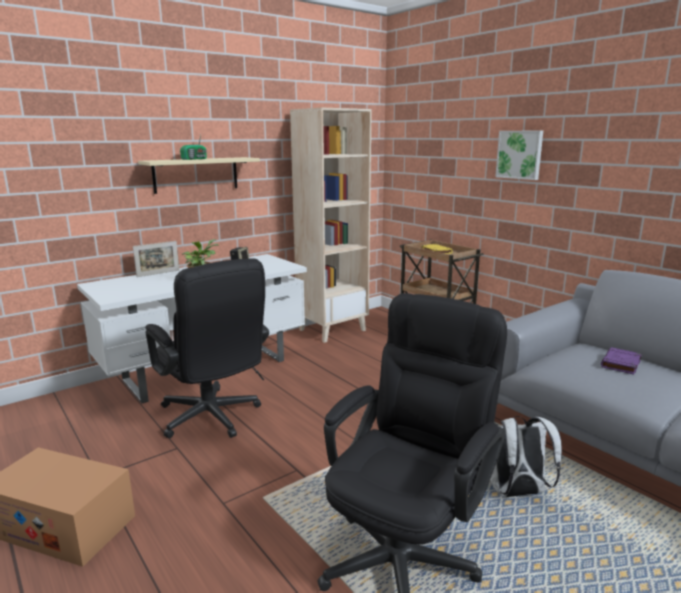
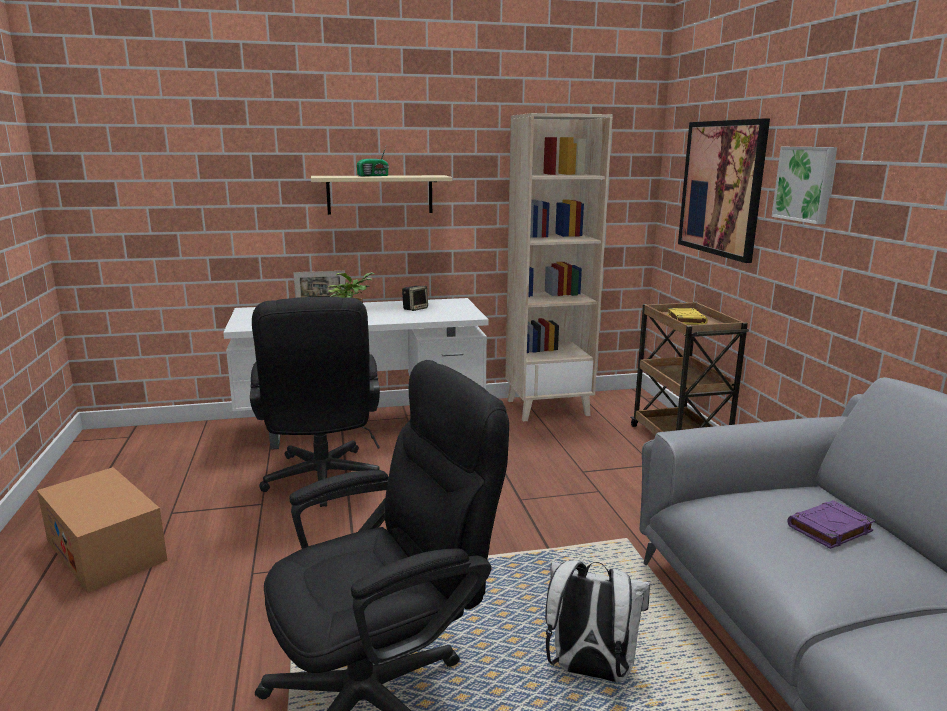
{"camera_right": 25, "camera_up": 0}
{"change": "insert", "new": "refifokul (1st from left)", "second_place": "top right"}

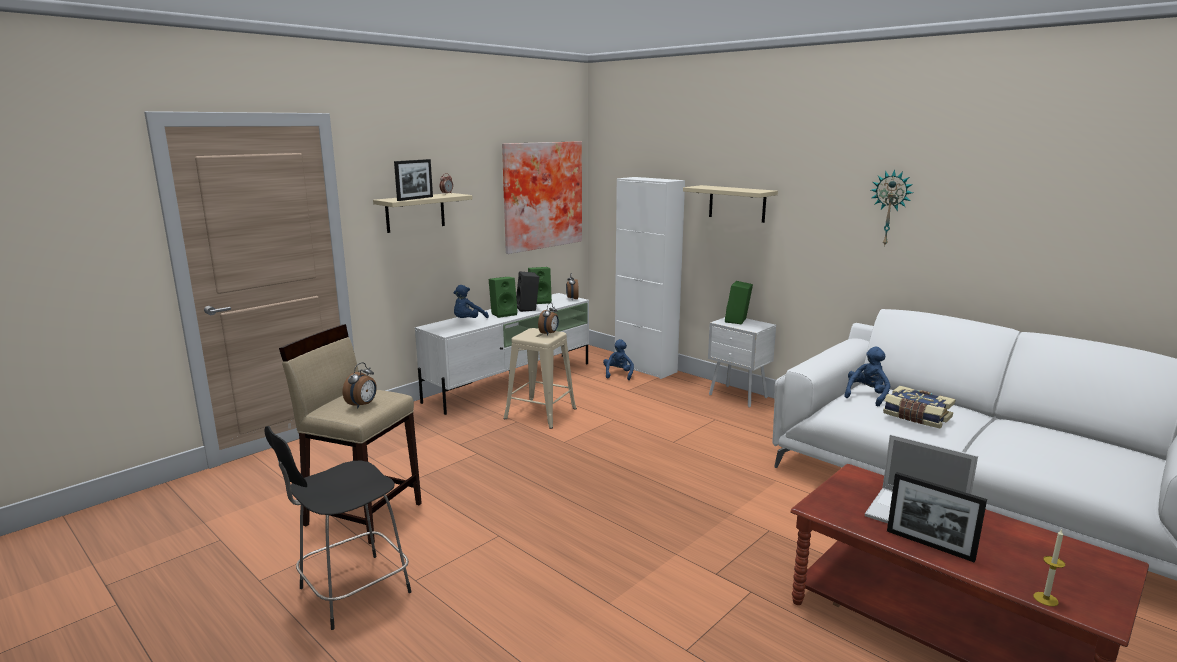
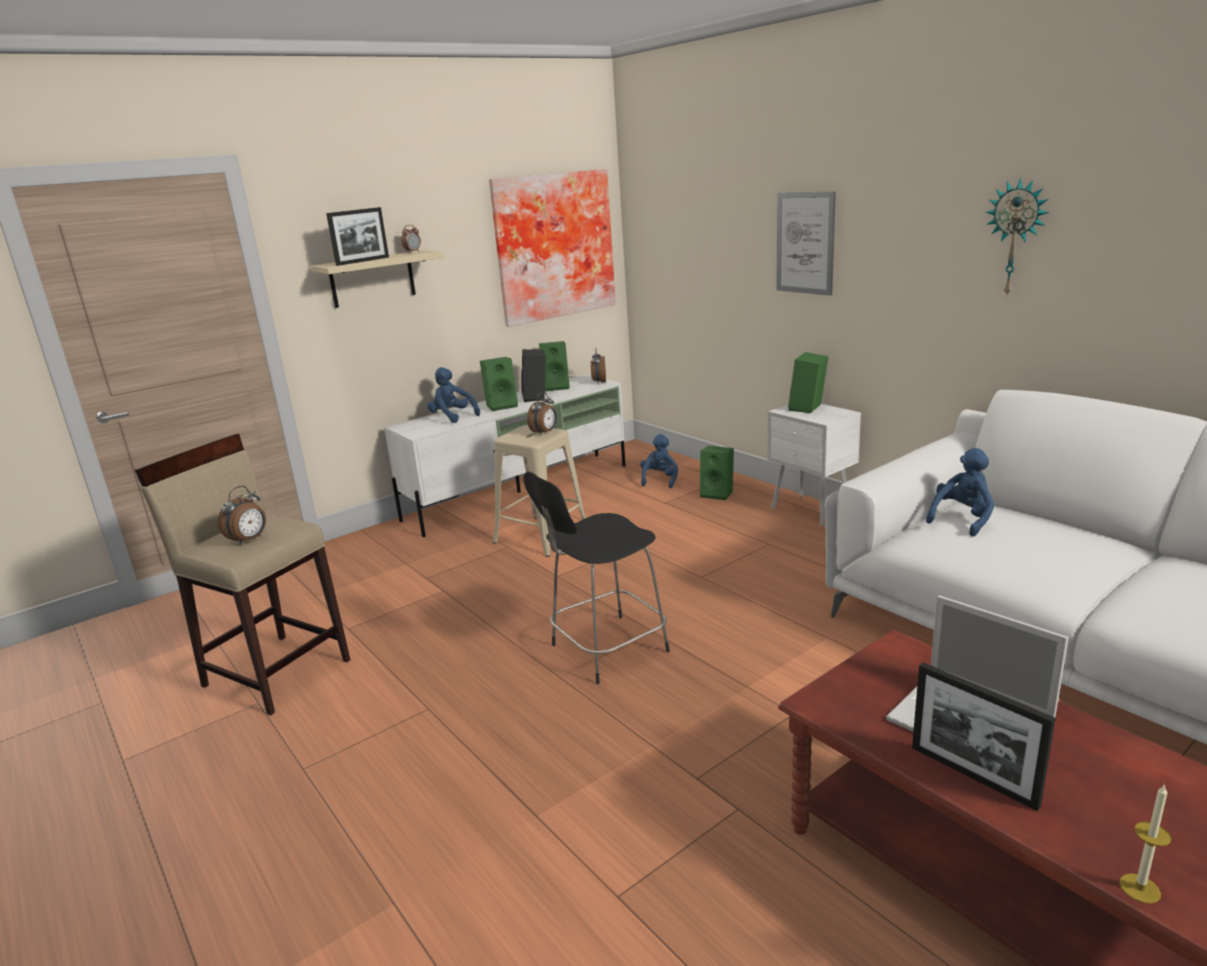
{"camera_right": 10, "camera_up": 5}
{"change": "move", "old": "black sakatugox", "first_place": "bottom left", "second_place": "centre"}
{"change": "rotate", "old": "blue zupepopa (1st from left)", "first_place": "centre", "second_place": "centre", "degrees": 90}
{"change": "delete", "old": "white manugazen", "first_place": "centre"}
{"change": "replace", "old": "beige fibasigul (2nd from left)", "new": "refifokul (2nd from left)", "first_place": "top centre", "second_place": "top right"}
{"change": "delete", "old": "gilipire", "first_place": "middle right"}
{"change": "insert", "new": "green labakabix (3rd from left)", "second_place": "centre"}

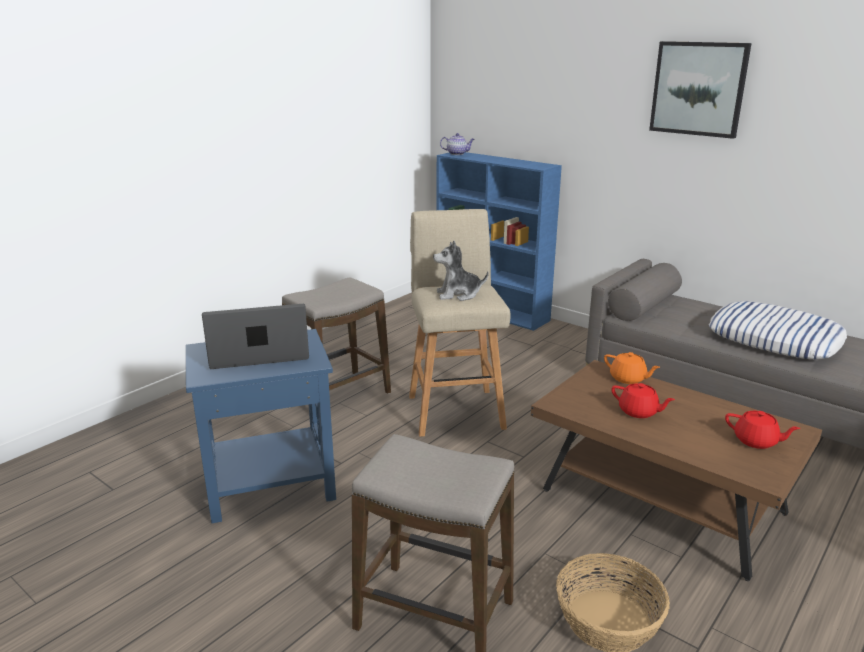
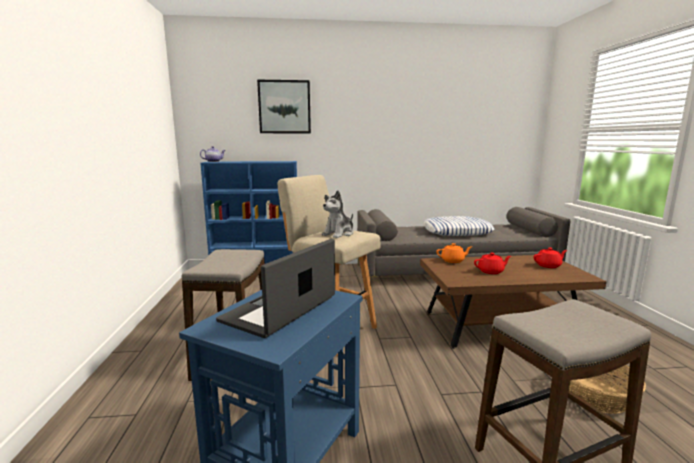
{"camera_right": -45, "camera_up": -10}
{"change": "move", "old": "refifokul", "first_place": "top right", "second_place": "top centre"}

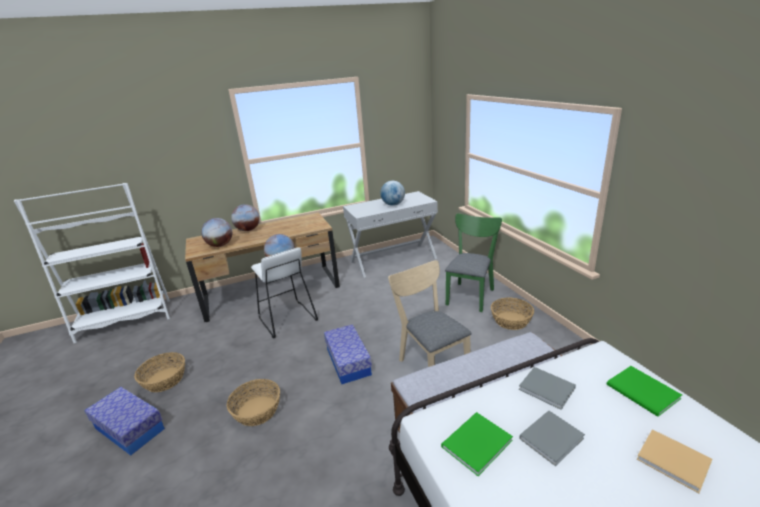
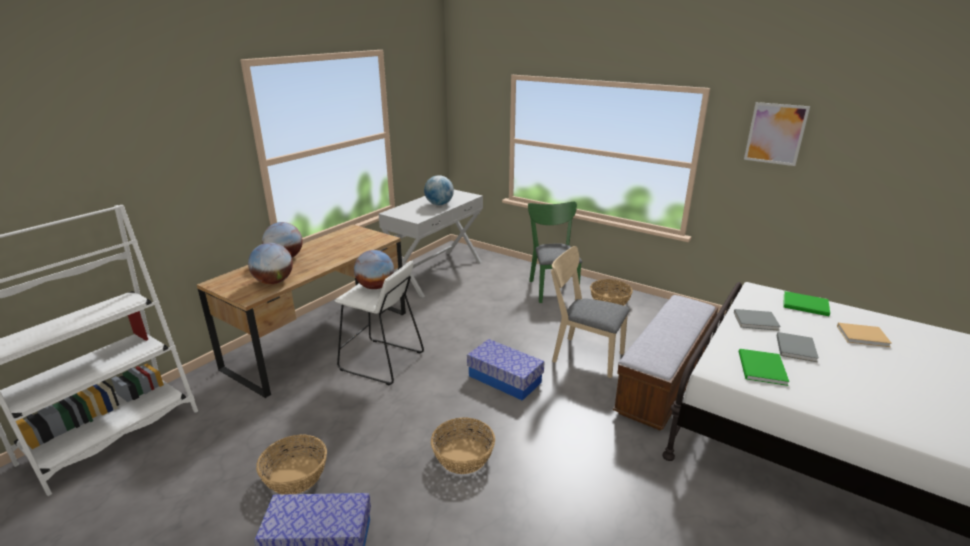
{"camera_right": -35, "camera_up": 0}
{"change": "insert", "new": "refifokul", "second_place": "top right"}

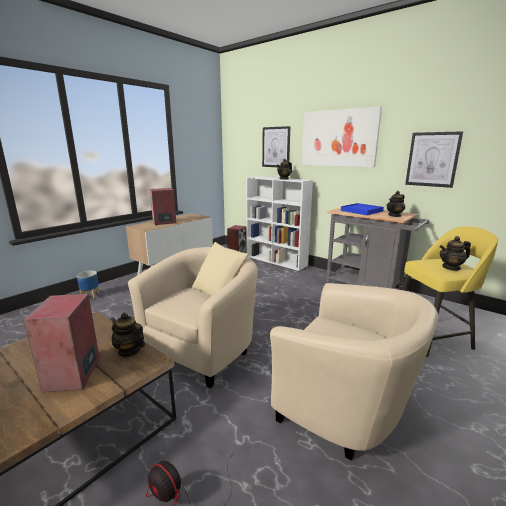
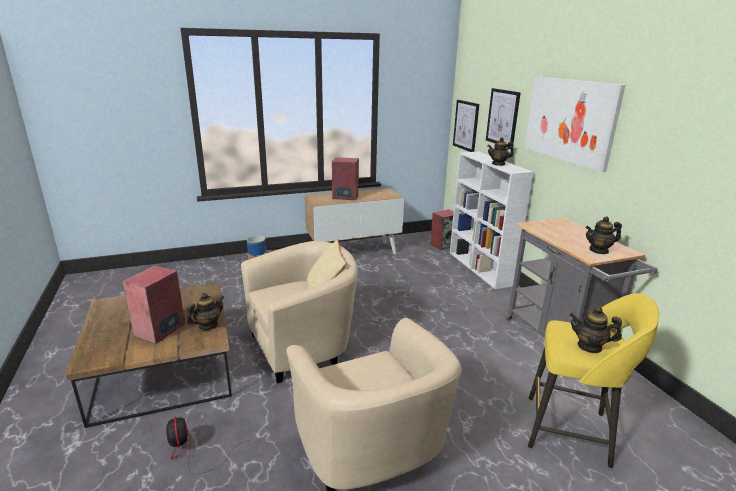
{"camera_right": 30, "camera_up": 5}
{"change": "rotate", "old": "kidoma (1st from left)", "first_place": "middle left", "second_place": "middle left", "degrees": 75}
{"change": "delete", "old": "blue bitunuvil", "first_place": "middle right"}
{"change": "move", "old": "refifokul (3rd from left in the first image)", "new": "refifokul (1st from left)", "first_place": "top right", "second_place": "top centre"}

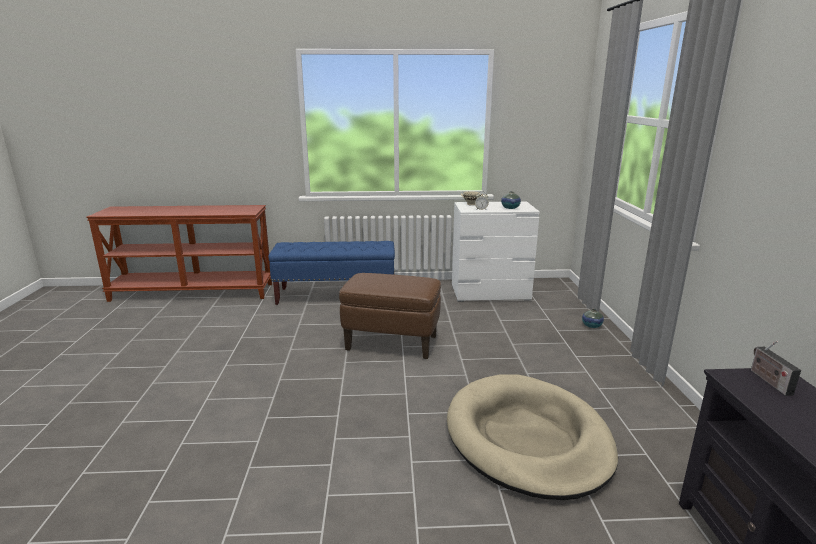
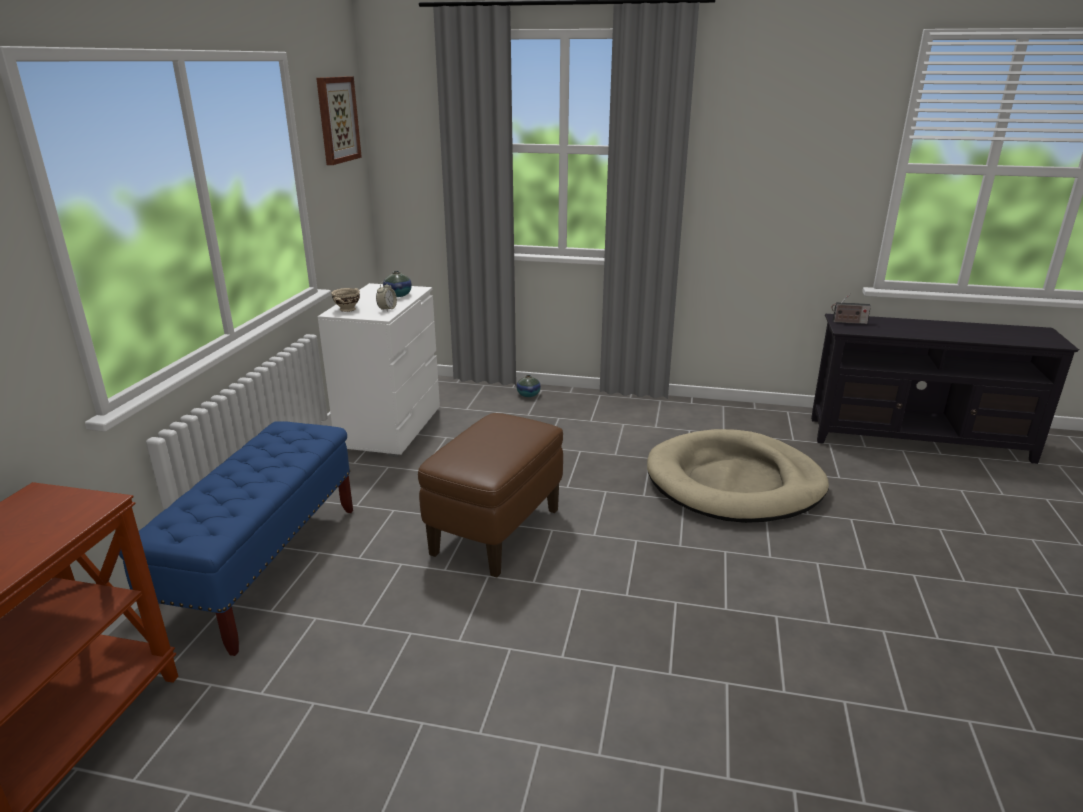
{"camera_right": -75, "camera_up": 5}
{"change": "insert", "new": "refifokul", "second_place": "top left"}

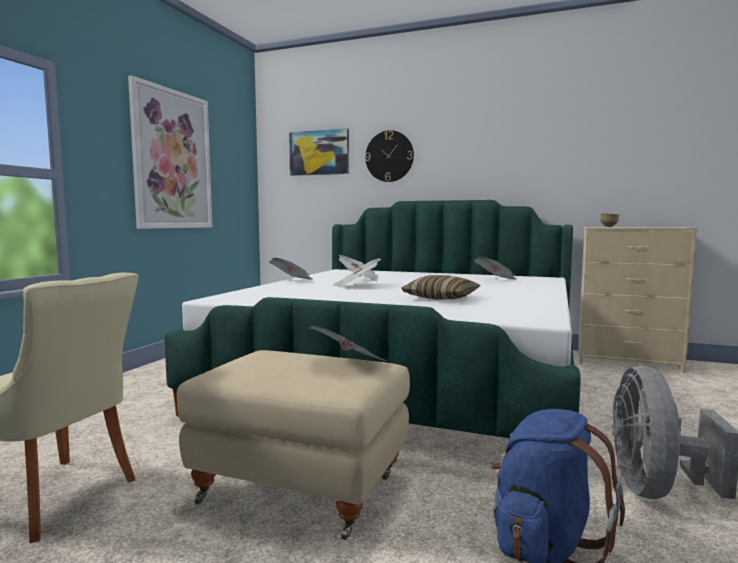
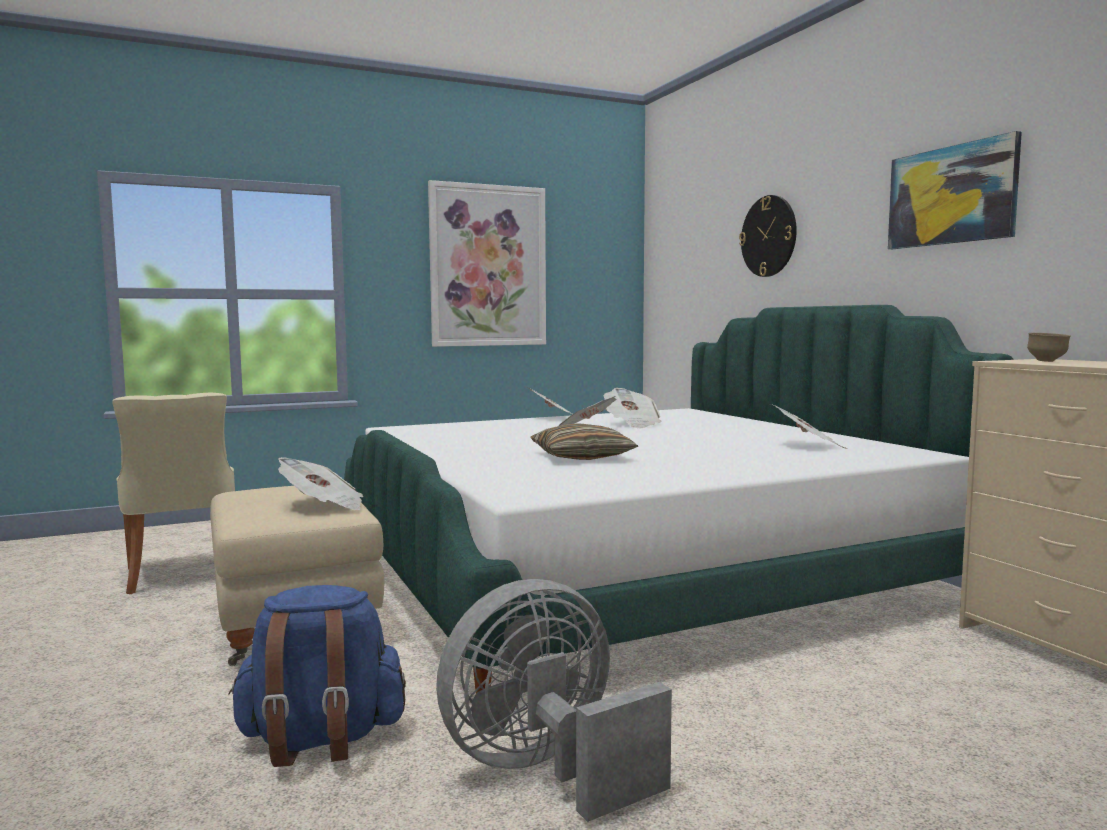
{"camera_right": 45, "camera_up": 0}
{"change": "move", "old": "refifokul (2nd from left)", "first_place": "top centre", "second_place": "top right"}

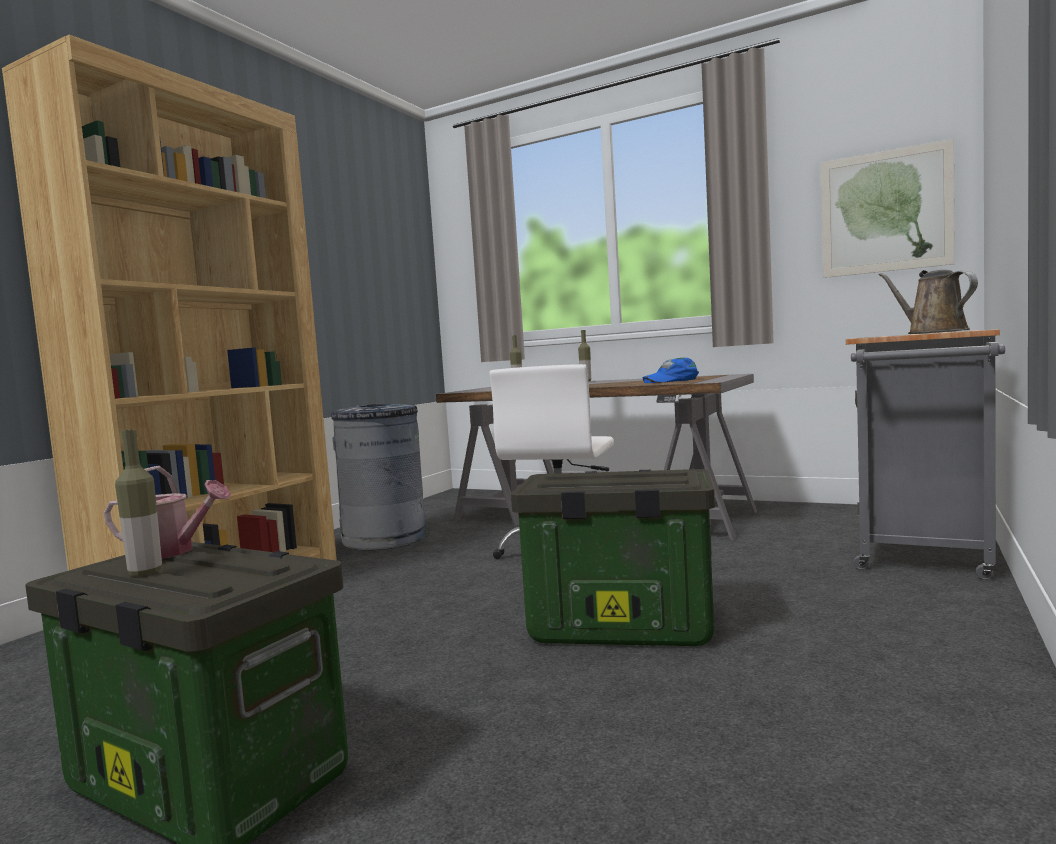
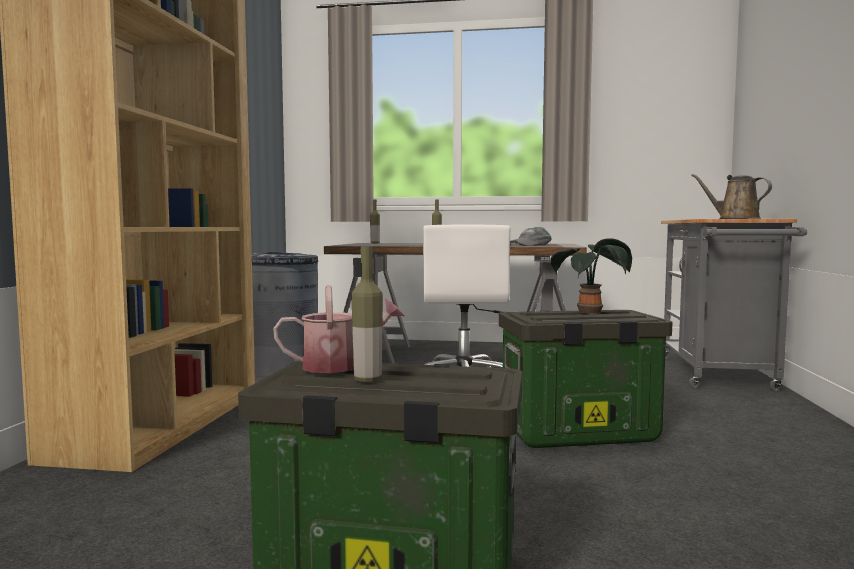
{"camera_right": -20, "camera_up": 0}
{"change": "recolor", "old": "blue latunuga", "new": "grey latunuga", "first_place": "centre", "second_place": "centre"}
{"change": "delete", "old": "refifokul", "first_place": "top right"}
{"change": "insert", "new": "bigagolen", "second_place": "middle right"}

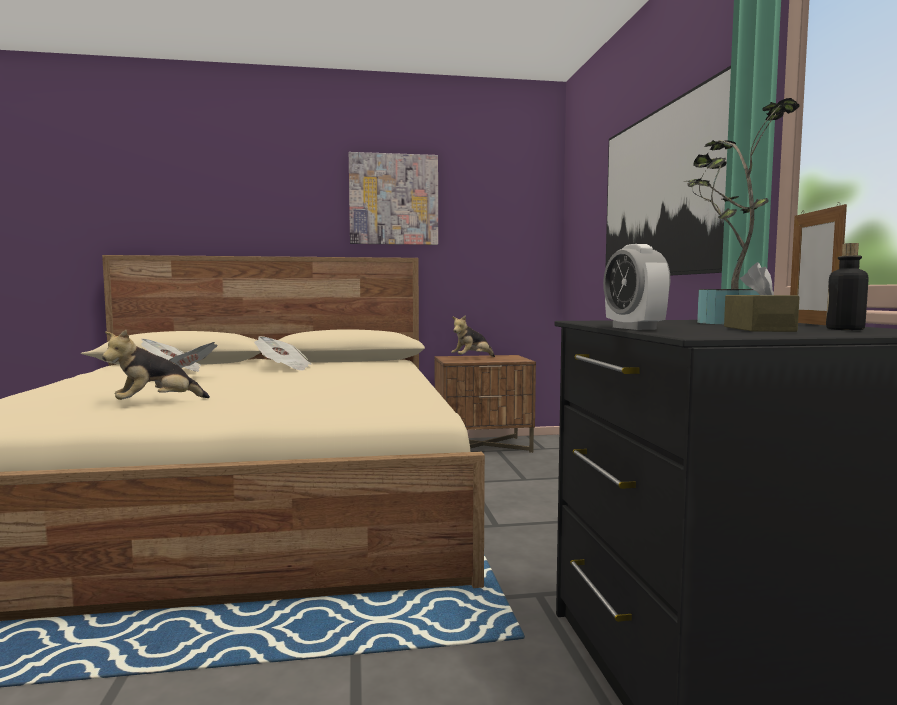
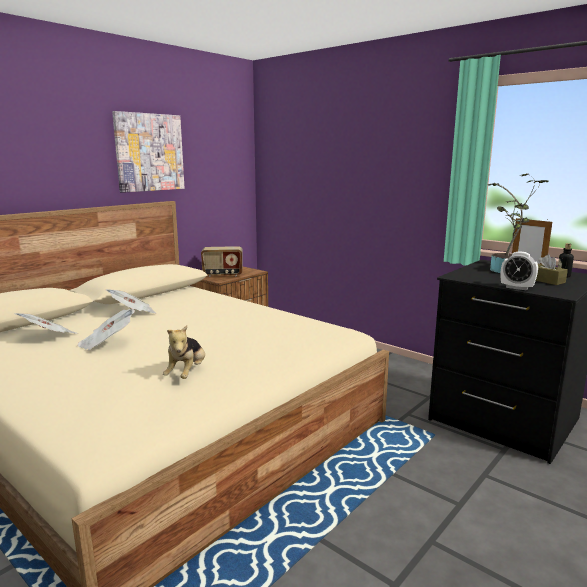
{"camera_right": -40, "camera_up": 10}
{"change": "replace", "old": "zupepopa (2nd from left)", "new": "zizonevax", "first_place": "centre", "second_place": "centre"}
{"change": "delete", "old": "refifokul (2nd from left)", "first_place": "top right"}

